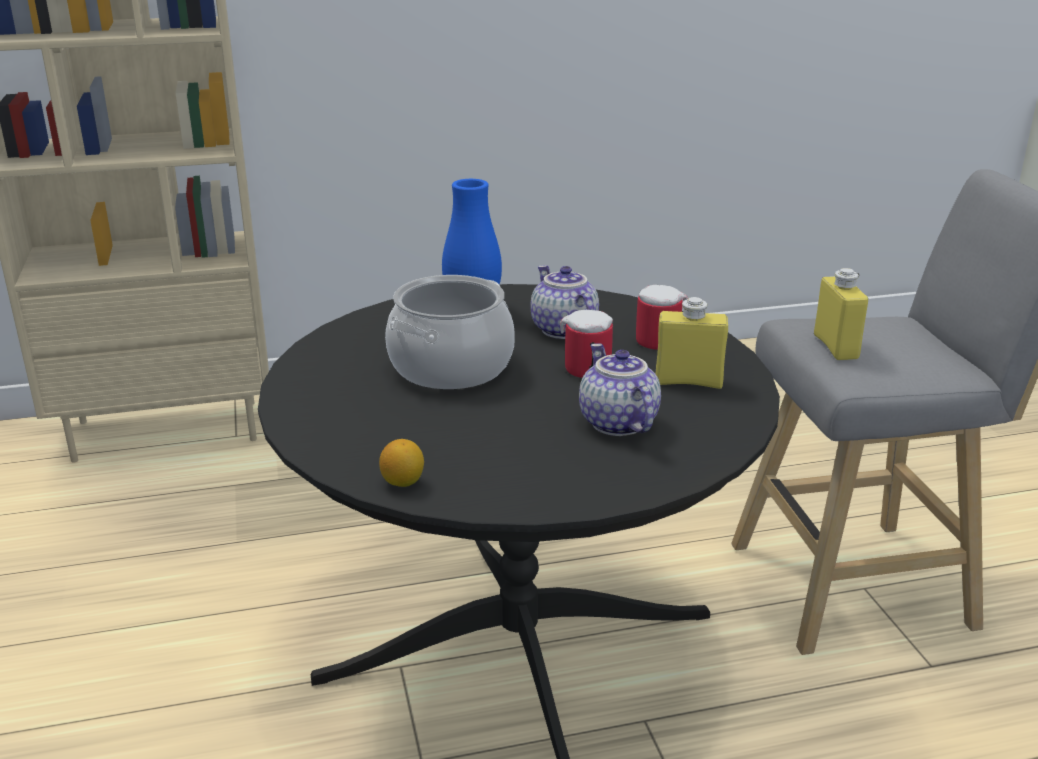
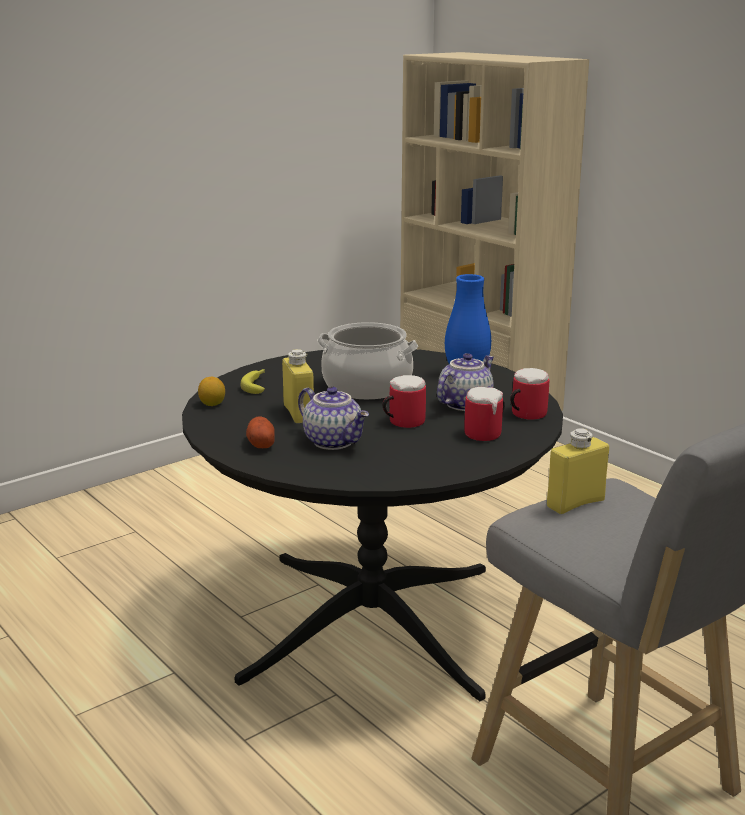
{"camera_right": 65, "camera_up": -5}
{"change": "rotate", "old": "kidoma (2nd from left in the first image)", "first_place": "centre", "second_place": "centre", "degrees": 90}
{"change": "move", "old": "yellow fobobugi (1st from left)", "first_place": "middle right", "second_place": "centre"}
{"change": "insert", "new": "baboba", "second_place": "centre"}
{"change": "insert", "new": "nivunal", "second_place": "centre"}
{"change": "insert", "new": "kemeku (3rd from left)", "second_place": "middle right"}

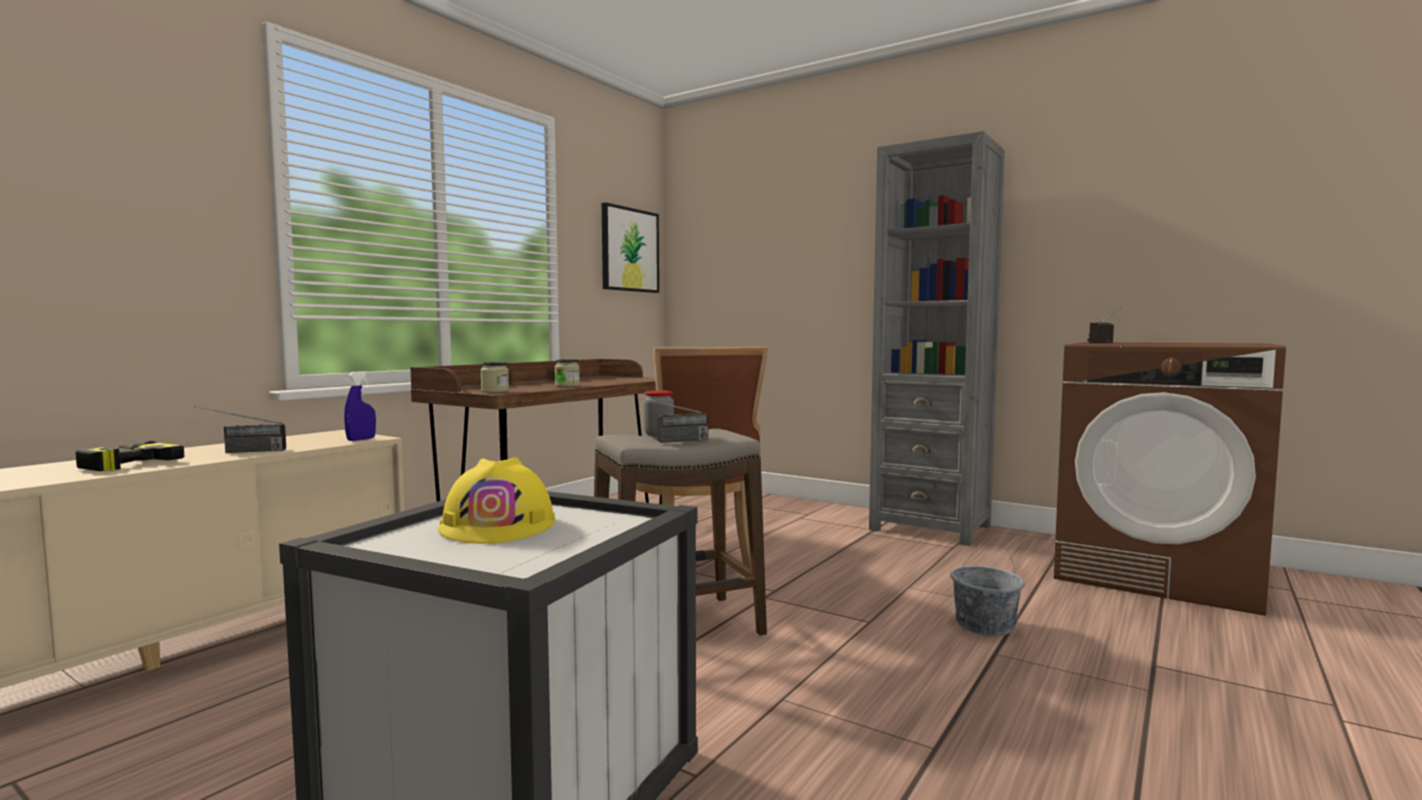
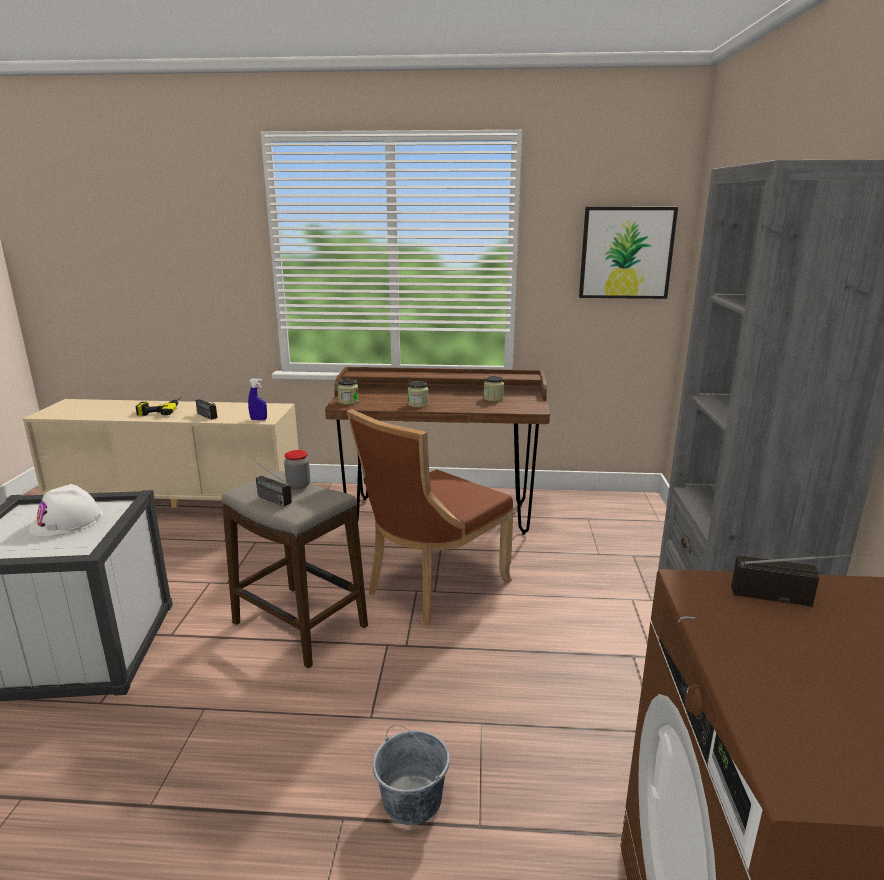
{"camera_right": 60, "camera_up": 15}
{"change": "recolor", "old": "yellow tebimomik", "new": "white tebimomik", "first_place": "centre", "second_place": "middle left"}
{"change": "insert", "new": "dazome (4th from left)", "second_place": "centre"}

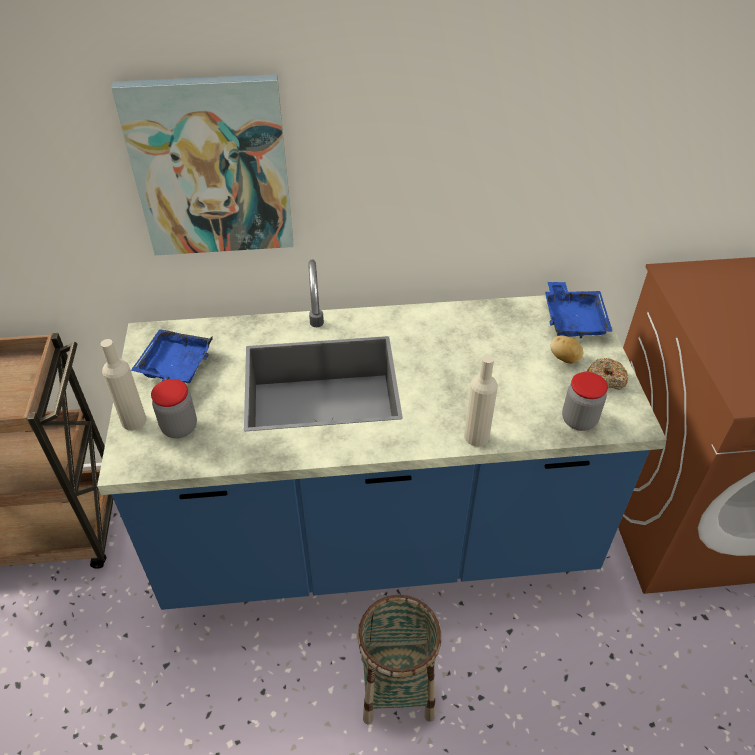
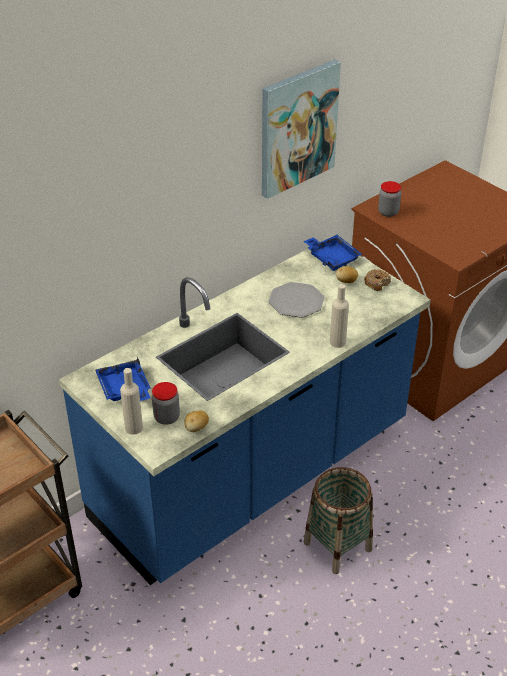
{"camera_right": -35, "camera_up": -5}
{"change": "move", "old": "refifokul", "first_place": "top left", "second_place": "top centre"}
{"change": "move", "old": "dazome (2nd from left)", "first_place": "middle right", "second_place": "top right"}
{"change": "insert", "new": "nivunal (1st from left)", "second_place": "centre"}
{"change": "insert", "new": "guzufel", "second_place": "centre"}

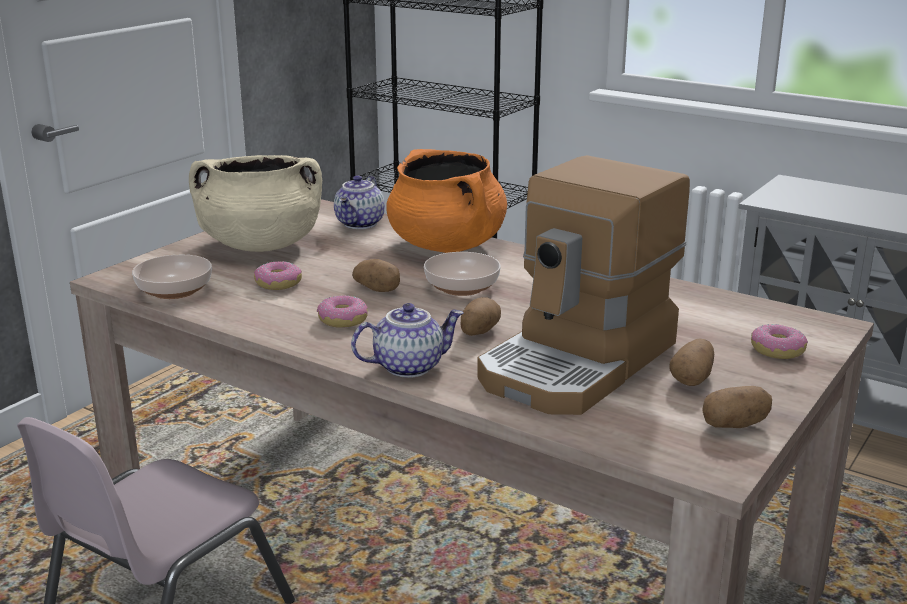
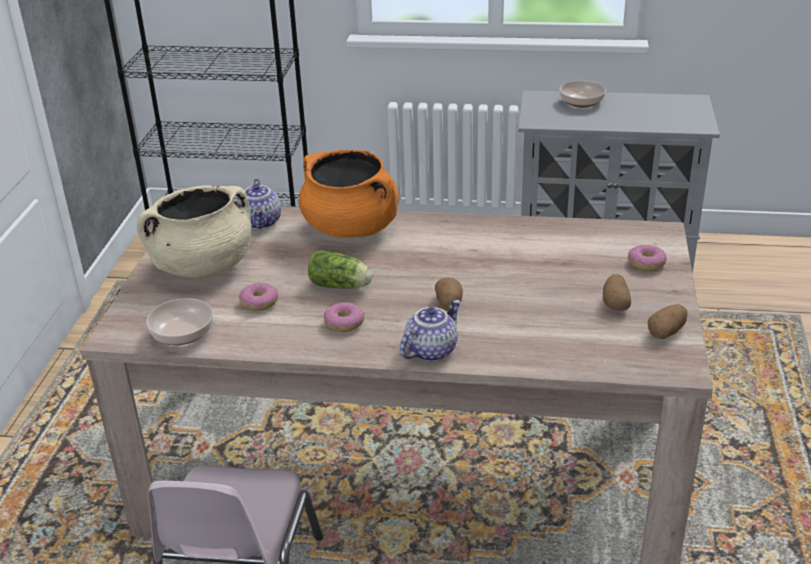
{"camera_right": -25, "camera_up": 10}
{"change": "replace", "old": "nivunal (1st from left)", "new": "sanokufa", "first_place": "centre", "second_place": "centre"}
{"change": "move", "old": "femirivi (2nd from left)", "first_place": "centre", "second_place": "top right"}
{"change": "delete", "old": "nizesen", "first_place": "centre"}

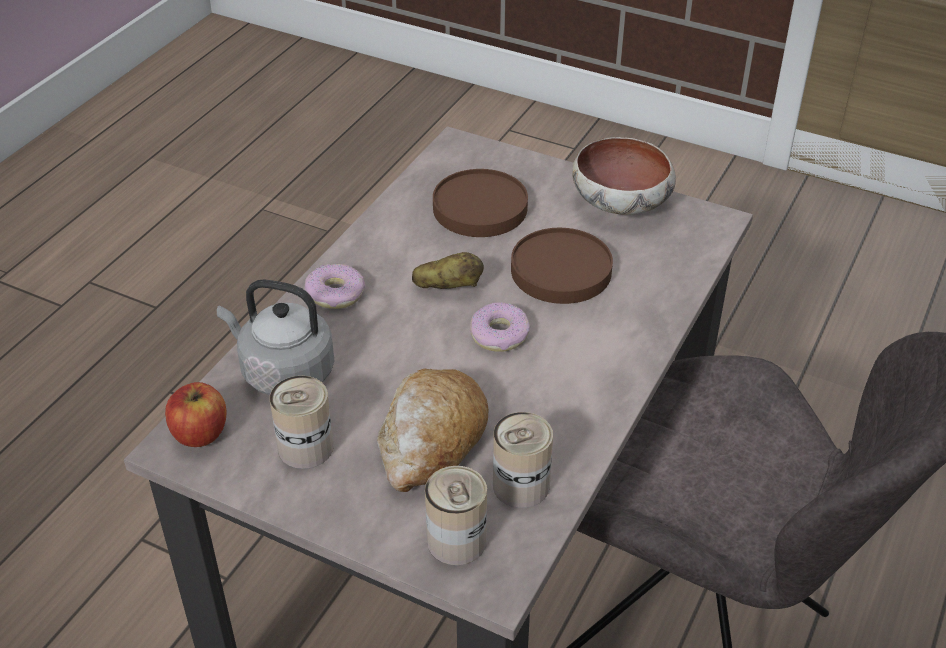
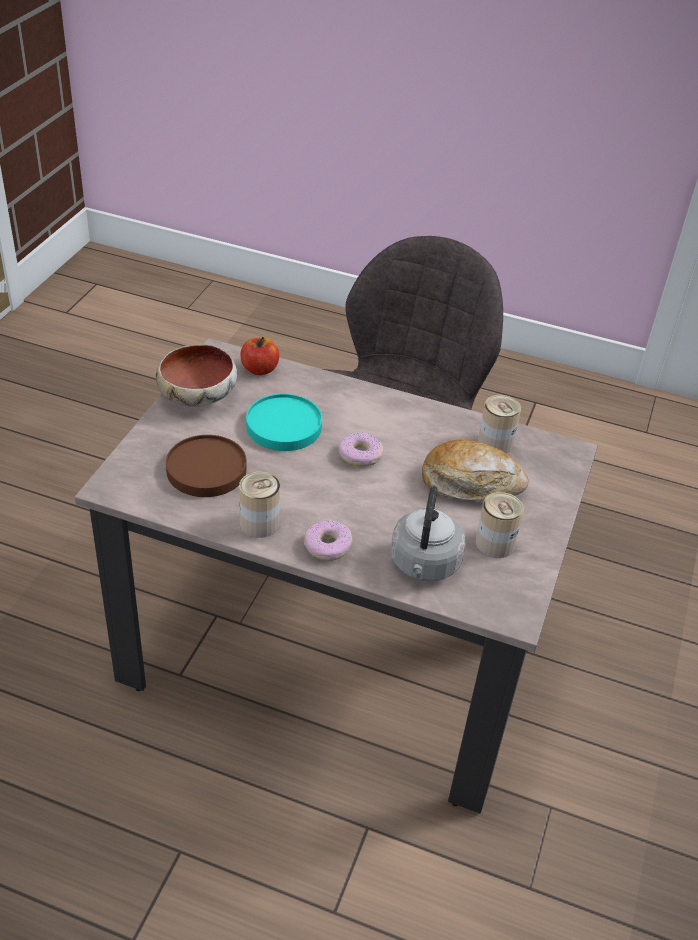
{"camera_right": -100, "camera_up": 0}
{"change": "move", "old": "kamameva", "first_place": "middle left", "second_place": "centre"}
{"change": "delete", "old": "nivunal", "first_place": "centre"}
{"change": "move", "old": "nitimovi (2nd from left in the first image)", "new": "nitimovi (1st from left)", "first_place": "bottom centre", "second_place": "centre"}
{"change": "recolor", "old": "brown guzufel (2nd from left)", "new": "turquoise guzufel", "first_place": "centre", "second_place": "centre"}

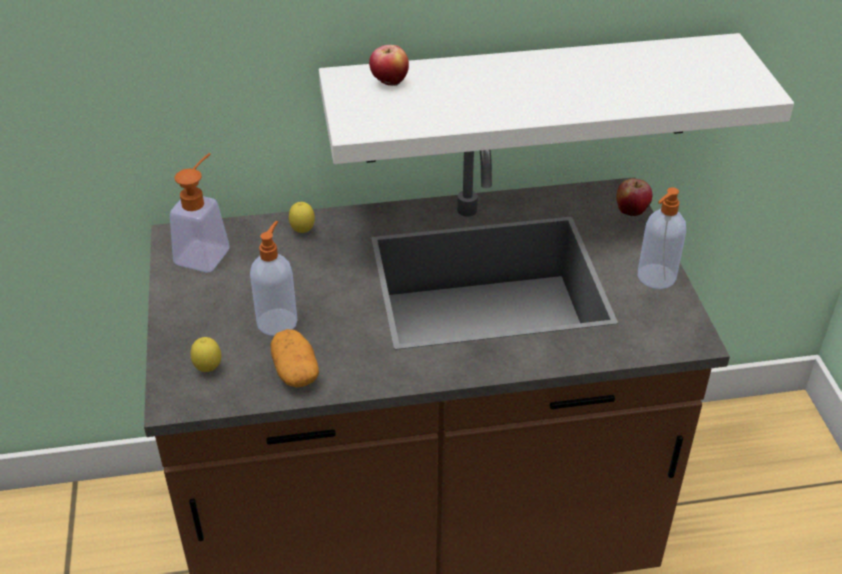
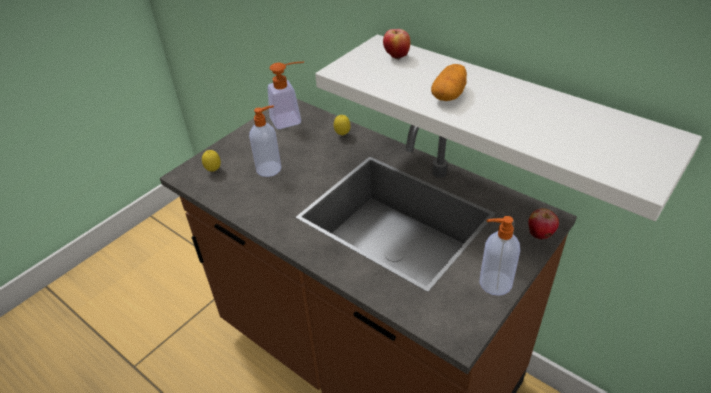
{"camera_right": 50, "camera_up": 0}
{"change": "move", "old": "nivunal", "first_place": "centre", "second_place": "top centre"}

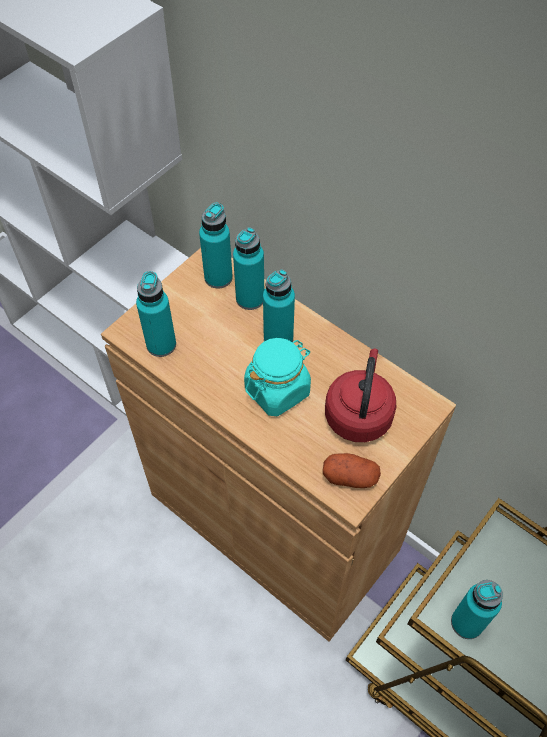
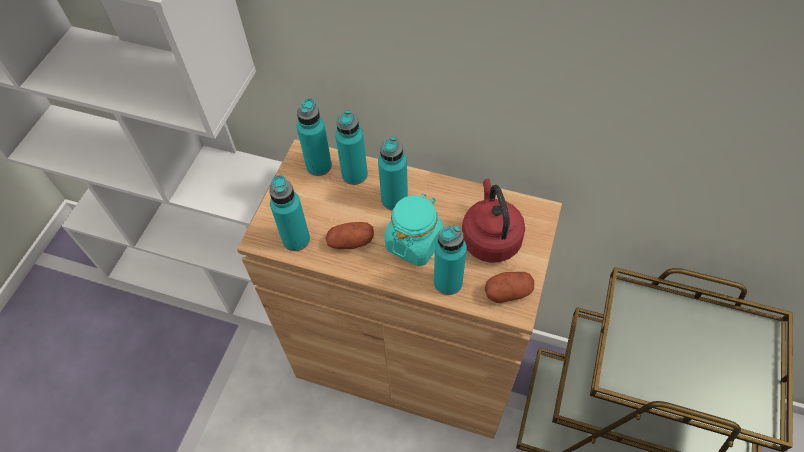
{"camera_right": -20, "camera_up": 0}
{"change": "move", "old": "turquoise fobobugi (5th from left)", "first_place": "bottom right", "second_place": "centre"}
{"change": "insert", "new": "nivunal (1st from left)", "second_place": "centre"}

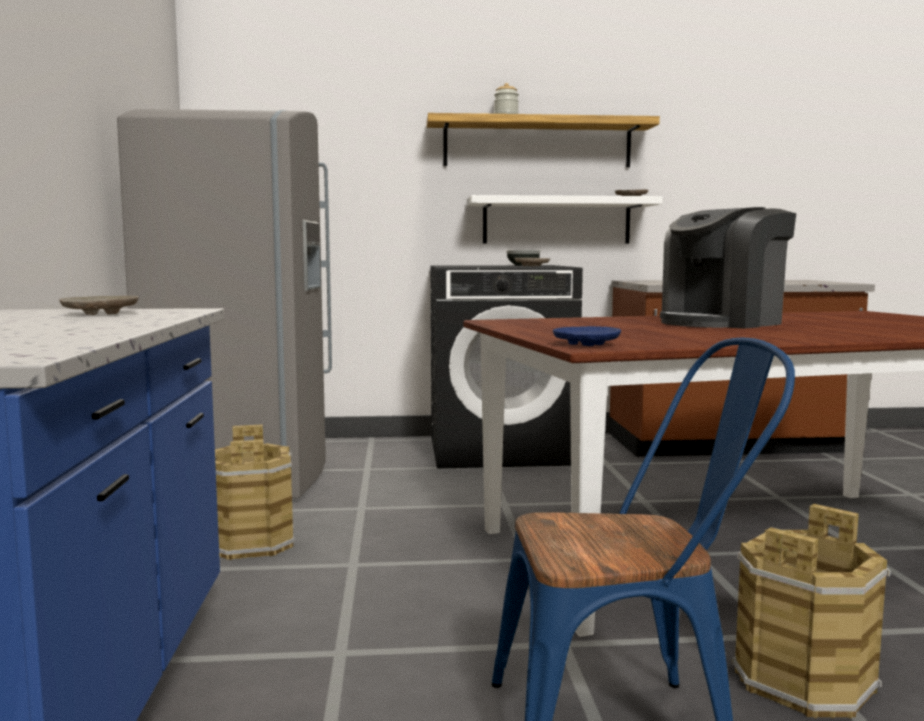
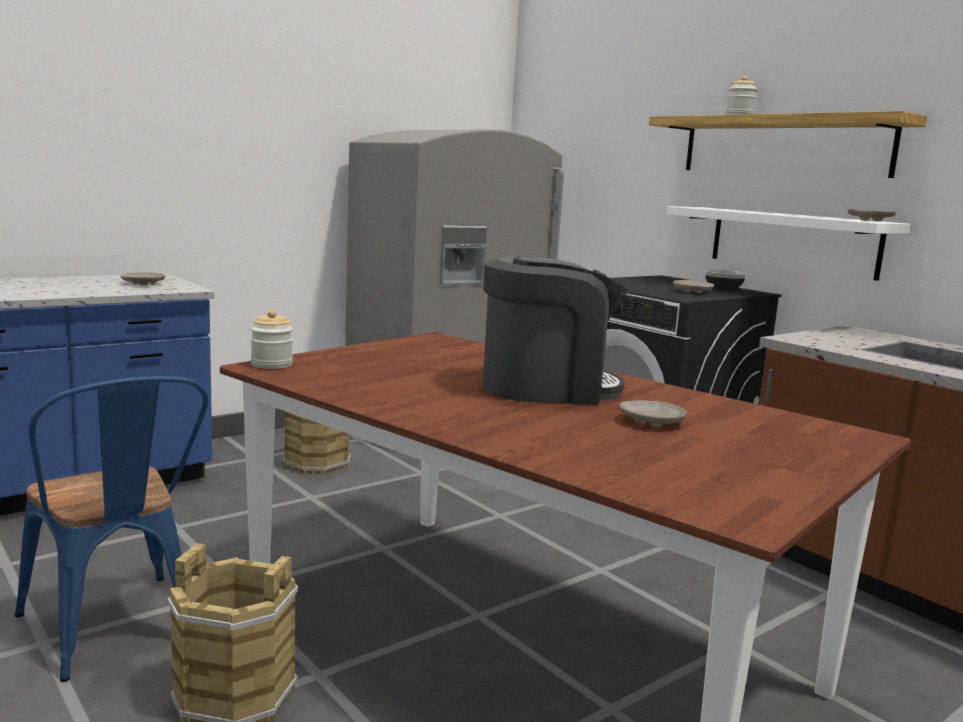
{"camera_right": 55, "camera_up": 5}
{"change": "replace", "old": "blue guzufel", "new": "dazome (1st from left)", "first_place": "centre", "second_place": "middle left"}
{"change": "rotate", "old": "nizesen", "first_place": "middle right", "second_place": "centre", "degrees": 150}
{"change": "insert", "new": "beige guzufel (2nd from left)", "second_place": "middle right"}

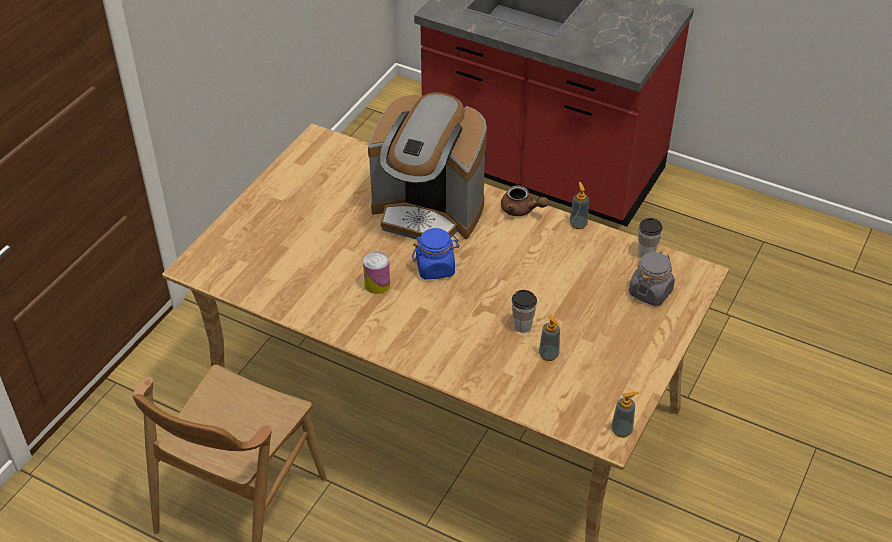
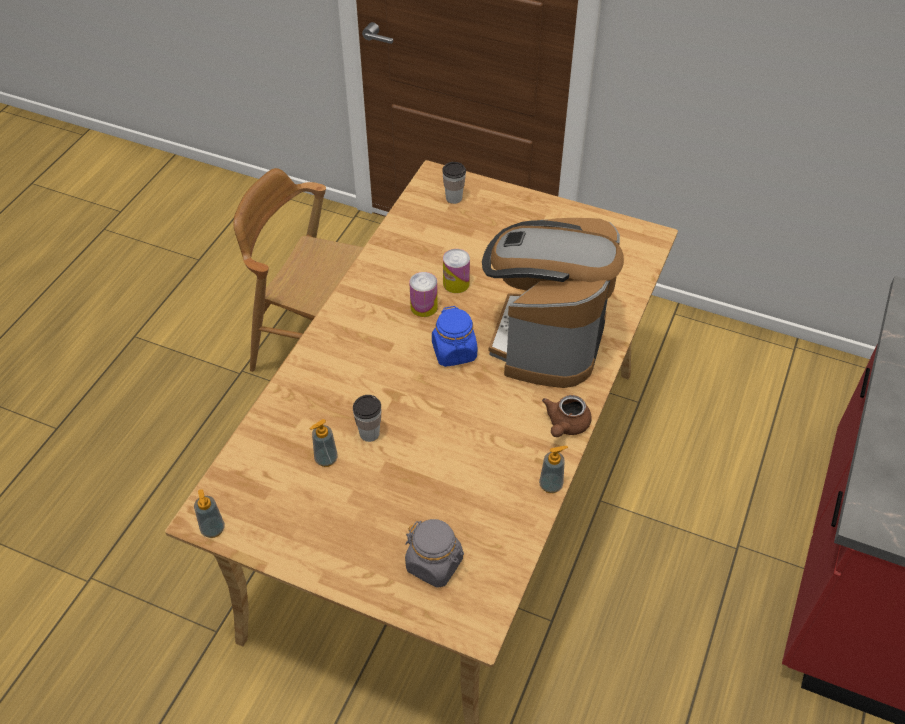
{"camera_right": 85, "camera_up": 5}
{"change": "move", "old": "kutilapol (2nd from left)", "first_place": "middle right", "second_place": "top centre"}
{"change": "insert", "new": "nitimovi (2nd from left)", "second_place": "centre"}

